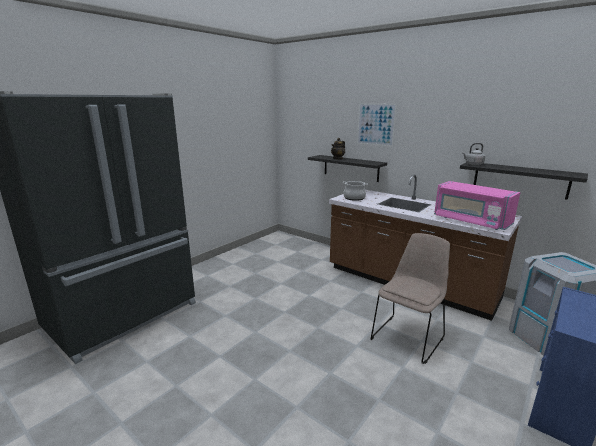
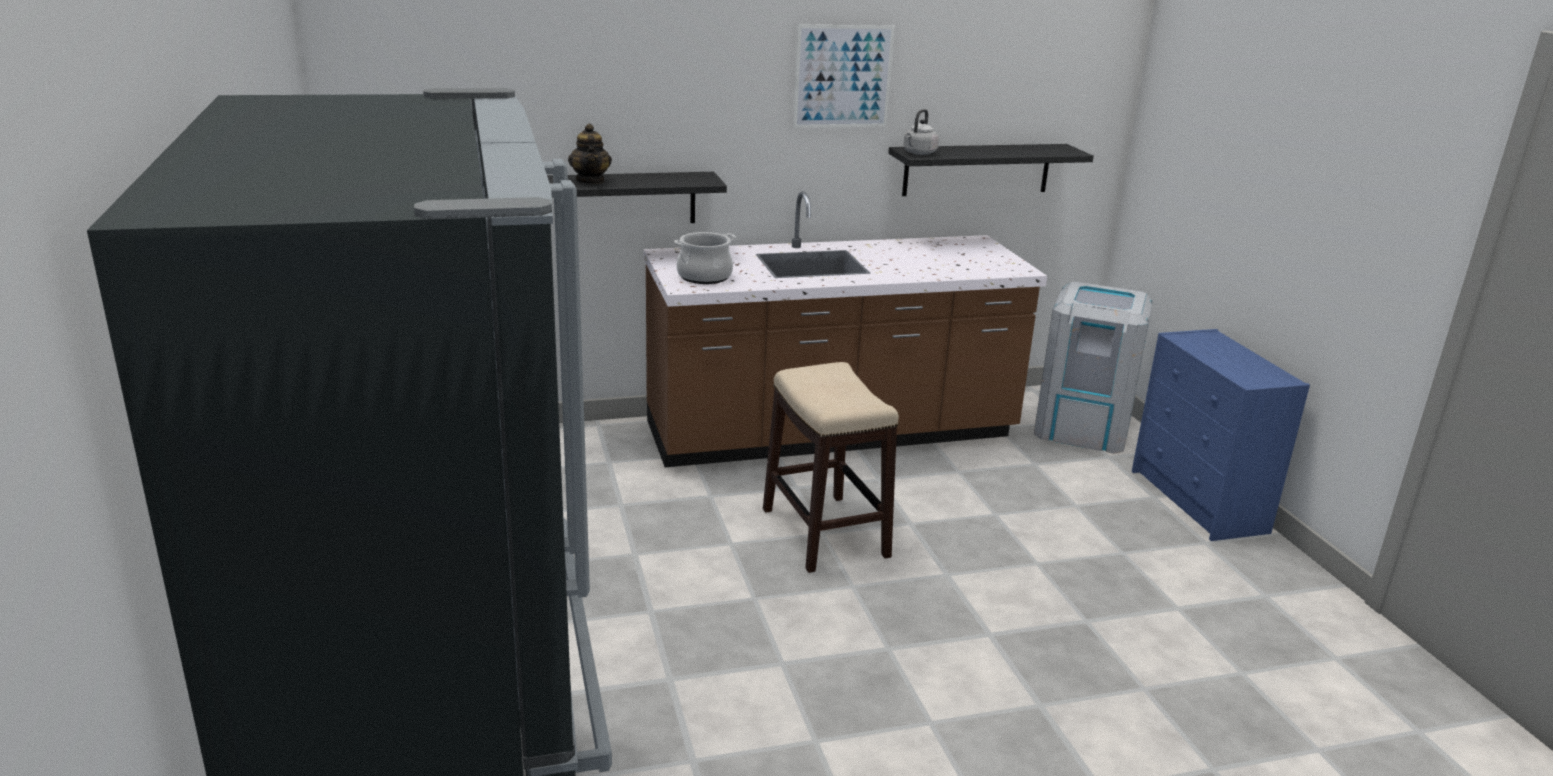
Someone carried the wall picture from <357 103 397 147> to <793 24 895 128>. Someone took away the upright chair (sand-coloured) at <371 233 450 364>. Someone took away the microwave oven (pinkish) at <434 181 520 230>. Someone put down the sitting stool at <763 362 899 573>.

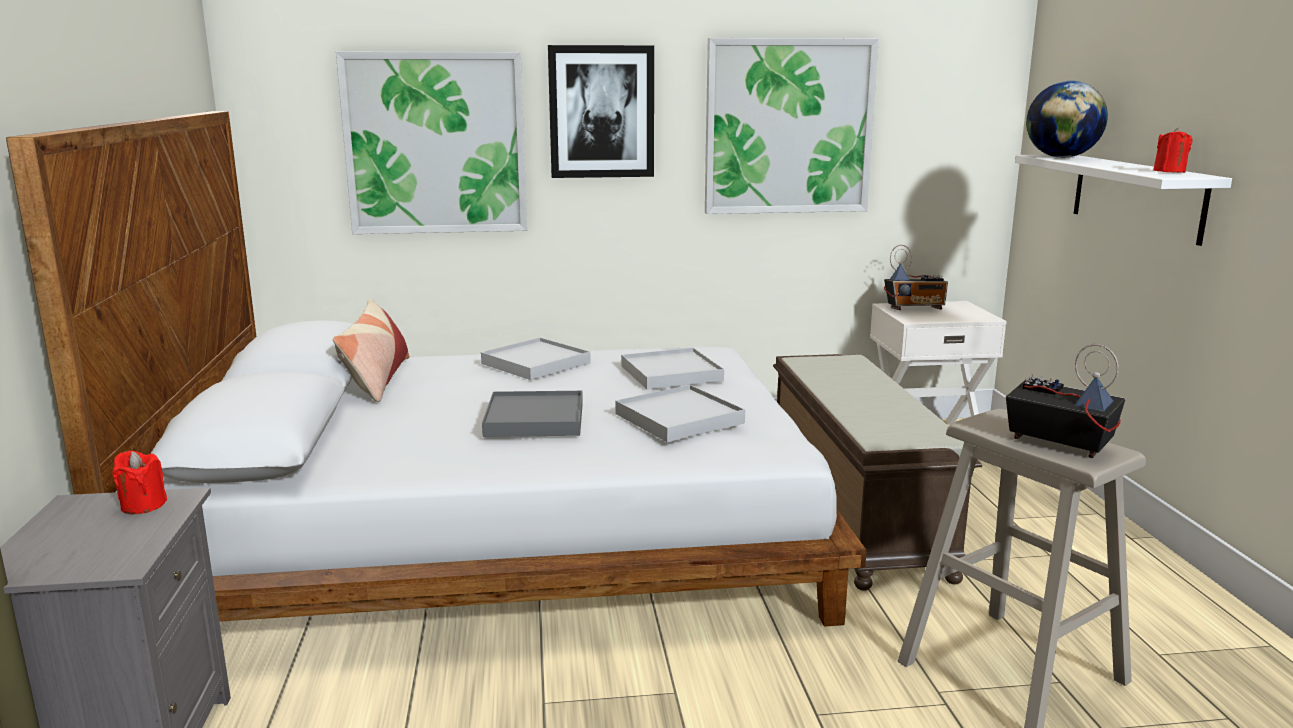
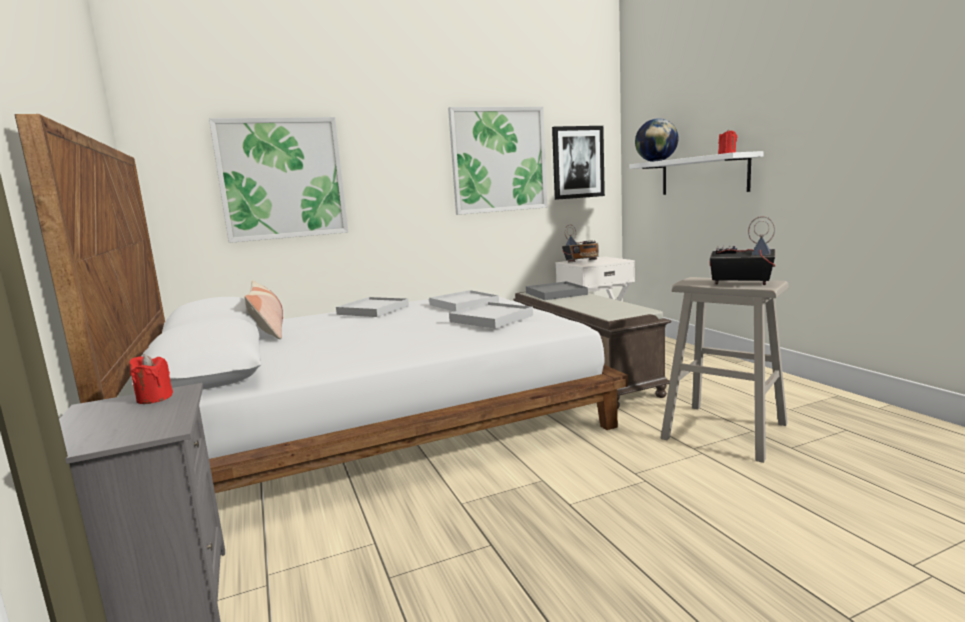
Someone carried the serving tray (gray) from <482 391 583 437> to <526 281 588 300>. Someone carried the wall picture from <548 45 654 178> to <552 126 605 200>.

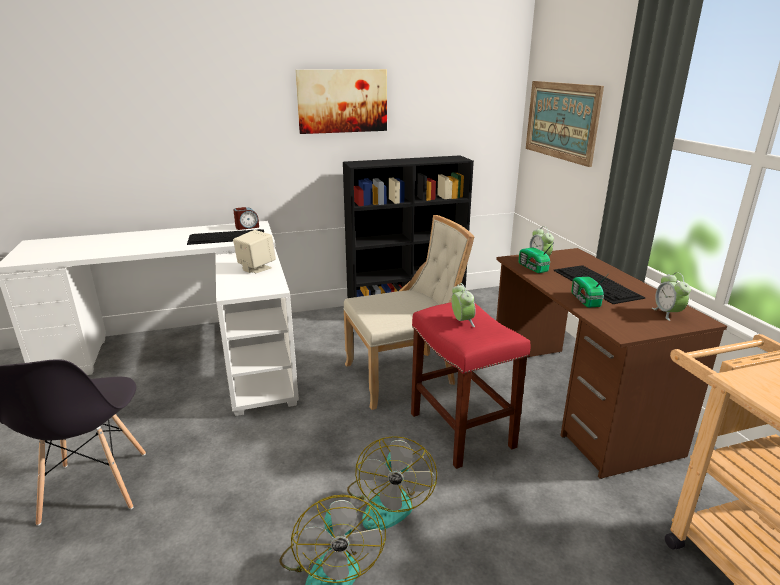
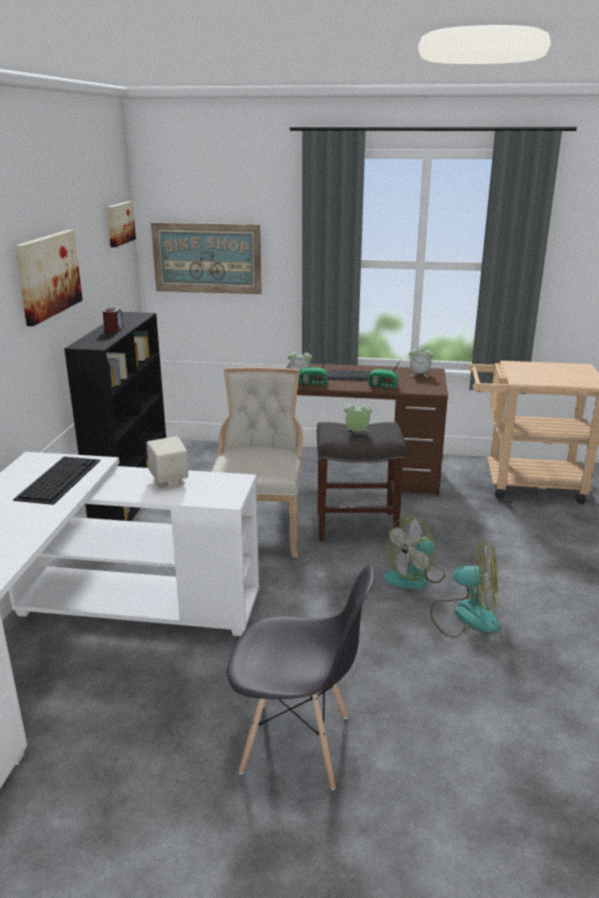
Someone carried the alarm clock from <233 207 259 230> to <103 308 124 333>. Someone rotated the fan at <347 436 437 530> by 120 degrees clockwise. Someone repainted the sitting stool (red-coloured) at <411 302 531 469>, which became the sitting stool (gray) at <317 422 406 541>. Someone put up the wall picture at <106 201 136 247>.

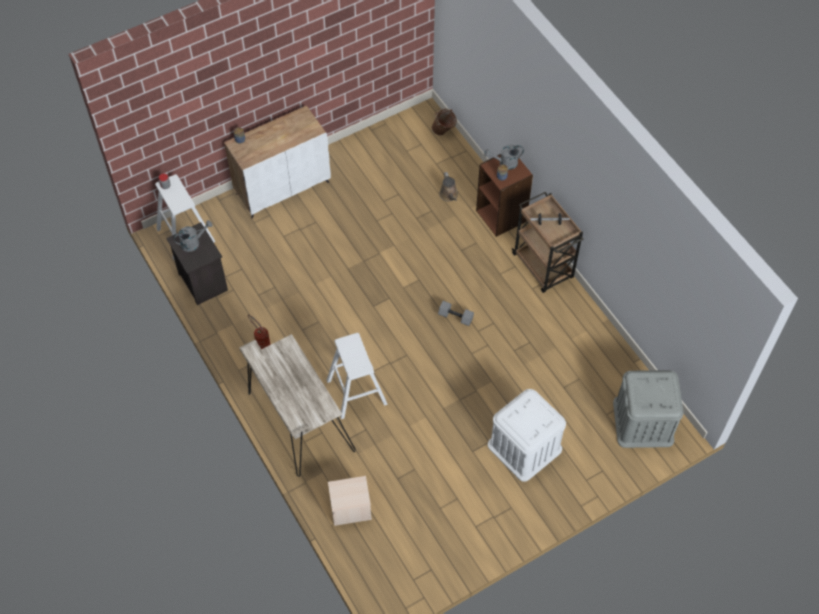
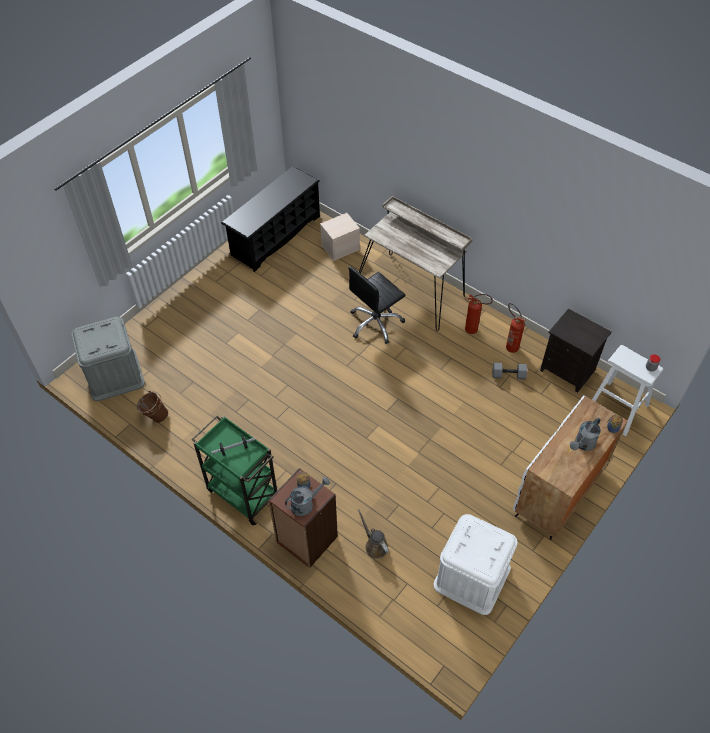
Someone carried the watering pot (gray) from <174 220 213 252> to <570 417 601 451>. Someone swapped the sitting stool (white-coloured) at <327 333 388 419> for the office chair (blackish) at <348 266 405 344>. Someone carried the bucket (brown-coloured) from <432 108 457 136> to <137 391 169 423>. Someone carried the hand weight (gray) from <438 301 474 326> to <492 363 527 380>. Someone carried the storage bin (white-coloured) from <488 389 566 482> to <433 514 518 615>. Someone repainted the trolley (brown-coloured) at <512 191 584 293>, which became the trolley (green-coloured) at <191 415 277 526>. Someone put down the shoe stand (blackish) at <221 166 320 272>. Someone put down the extinguisher at <506 303 526 353>.

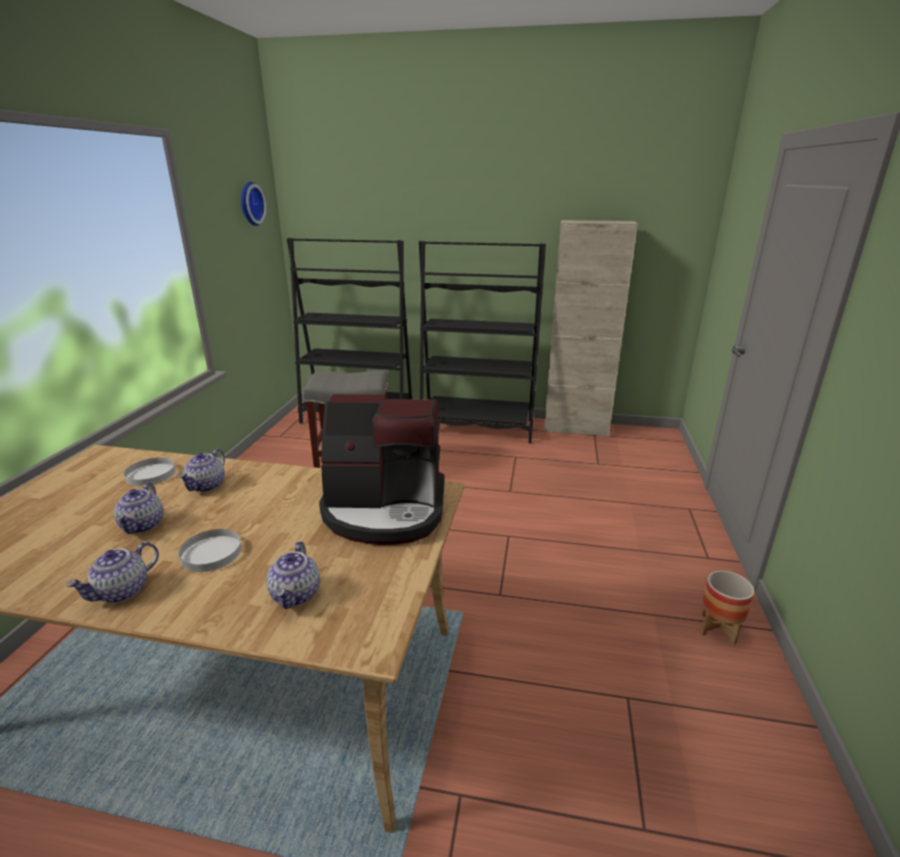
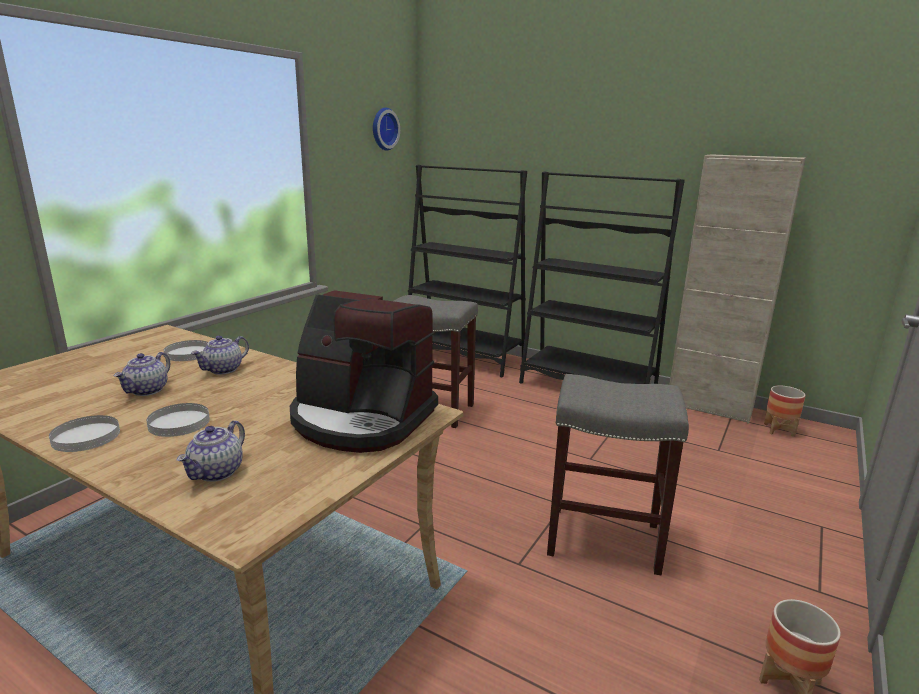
Someone swapped the tea pot at <66 542 159 603> for the plate (white-coloured) at <49 415 120 452>. Someone put down the sitting stool (gray) at <547 374 689 575>. Someone put down the flower pot at <764 385 806 437>.

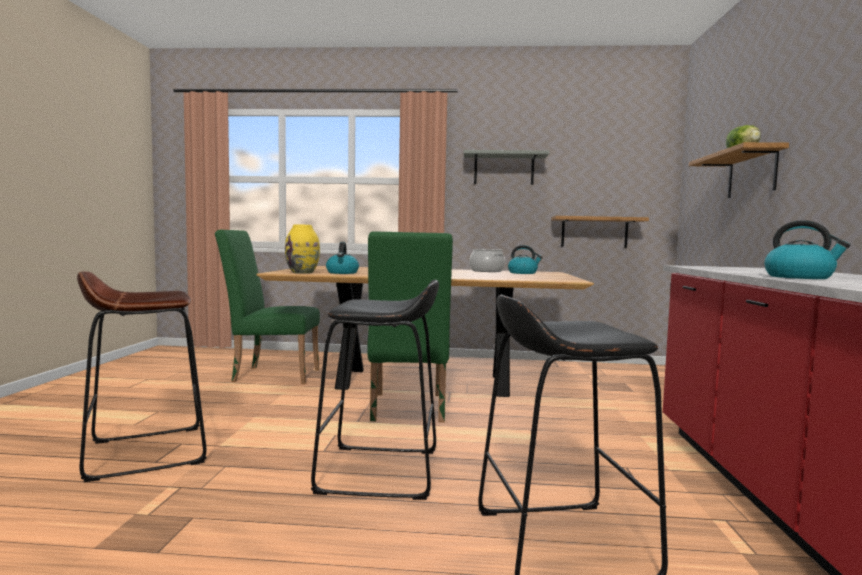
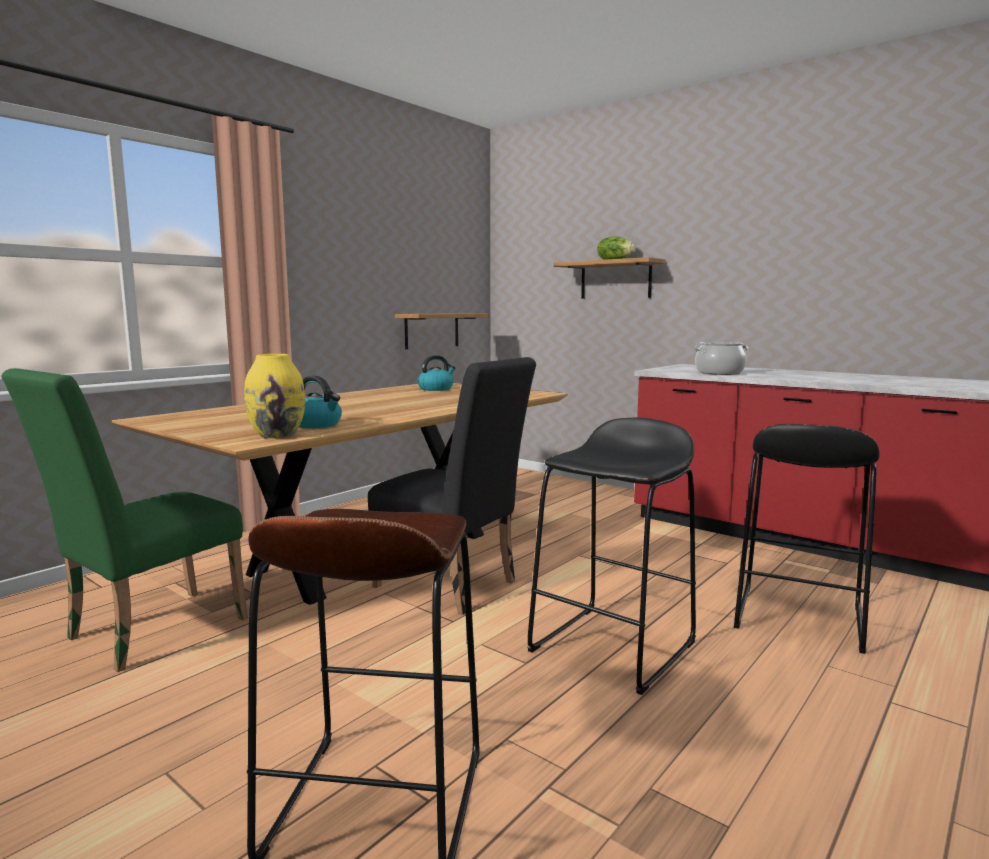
Someone repainted the upright chair (green-coloured) at <368 232 453 422>, which became the upright chair (blackish) at <368 357 536 615>. Someone took away the shelf (gray) at <463 150 550 185>. Someone carried the saucepot from <469 249 505 272> to <694 342 749 375>. Someone took away the water kettle at <764 220 850 279>.

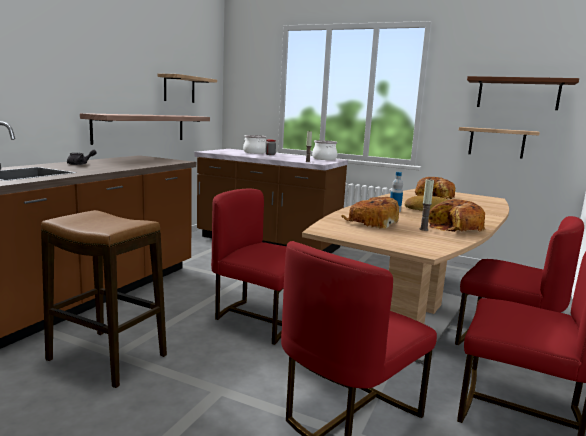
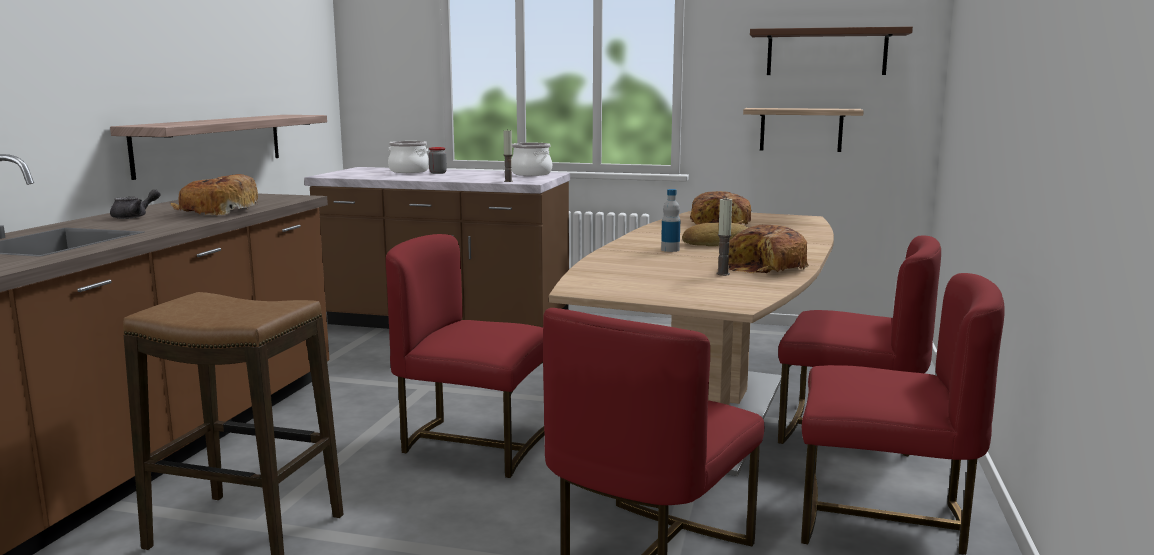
Someone took away the shelf at <158 74 217 103>. Someone carried the bread from <341 197 399 229> to <171 174 258 216>.

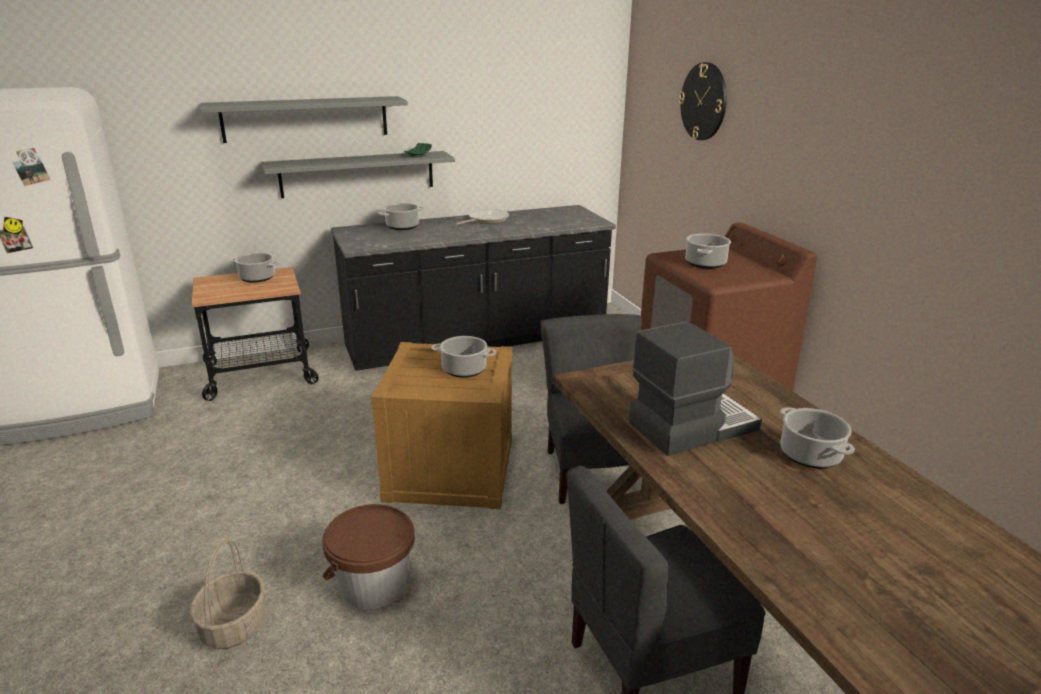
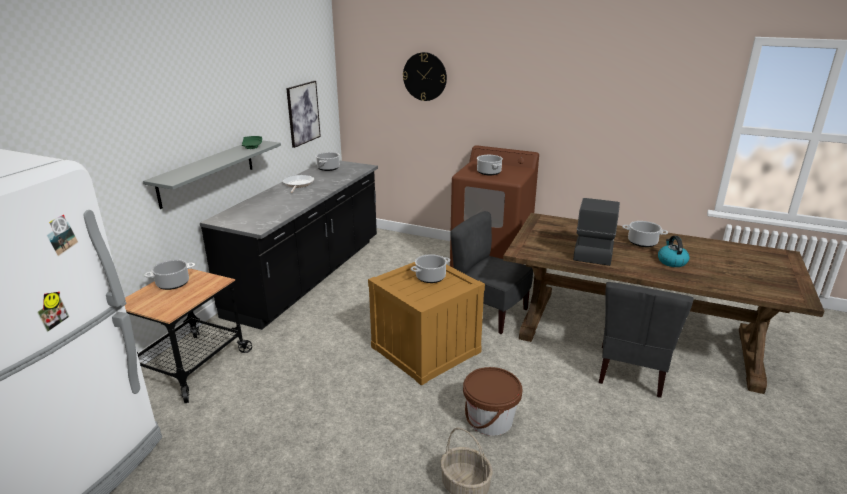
Someone took away the shelf (gray) at <200 96 408 143>. Someone carried the saucepot from <378 203 425 230> to <316 152 340 171>. Someone put up the wall picture at <286 81 321 148>. Someone put down the water kettle at <658 236 689 267>.

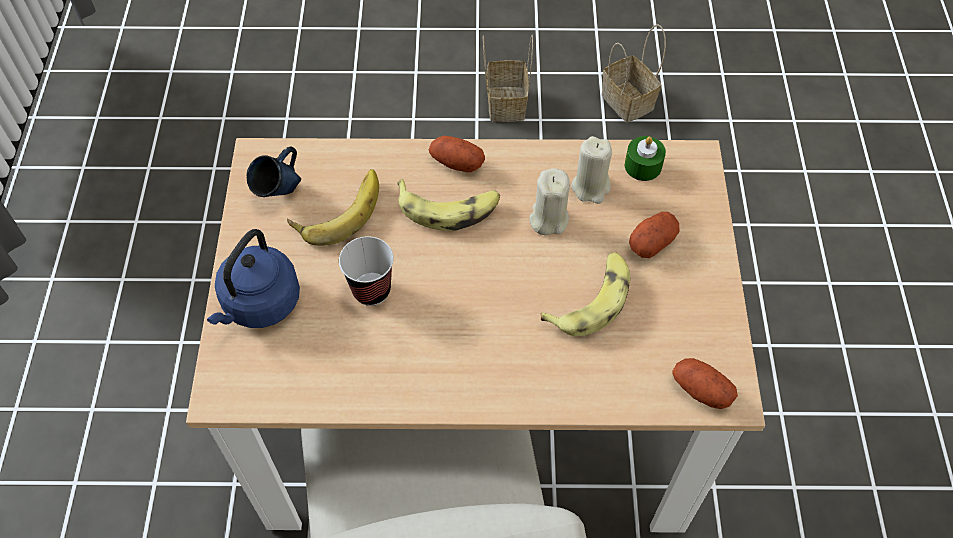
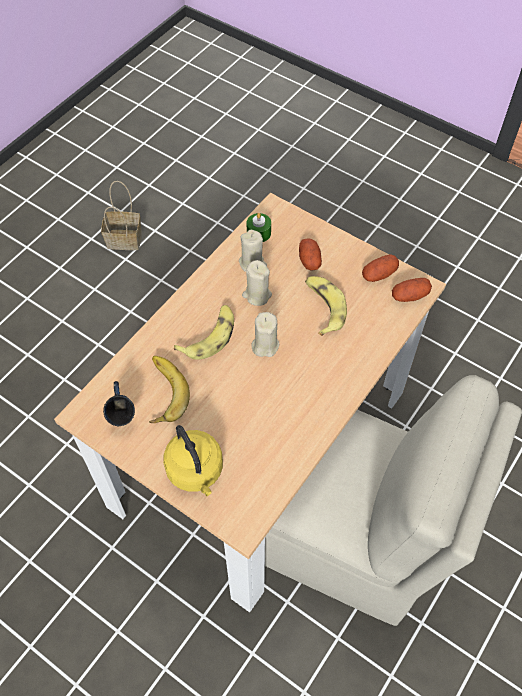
Someone repainted the water kettle (bluish) at <207 229 300 328>, which became the water kettle (yellow-coloured) at <163 425 223 496>. Someone took away the cup at <339 236 394 306>. Someone carried the spud from <429 136 485 172> to <362 254 399 282>. Someone took away the basket at <483 35 533 122>. Someone put down the wax light (sand-coloured) at <252 312 279 357>.

